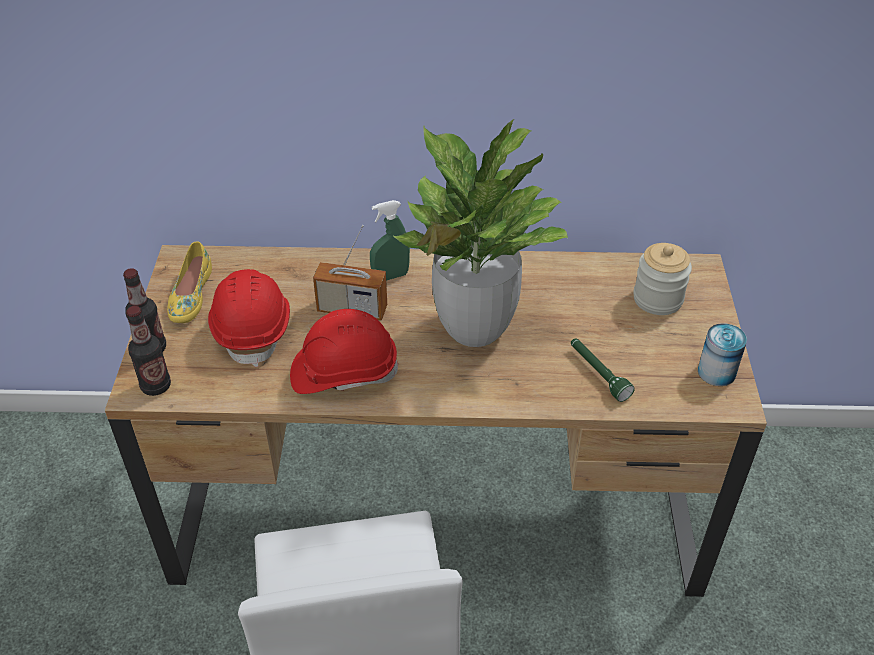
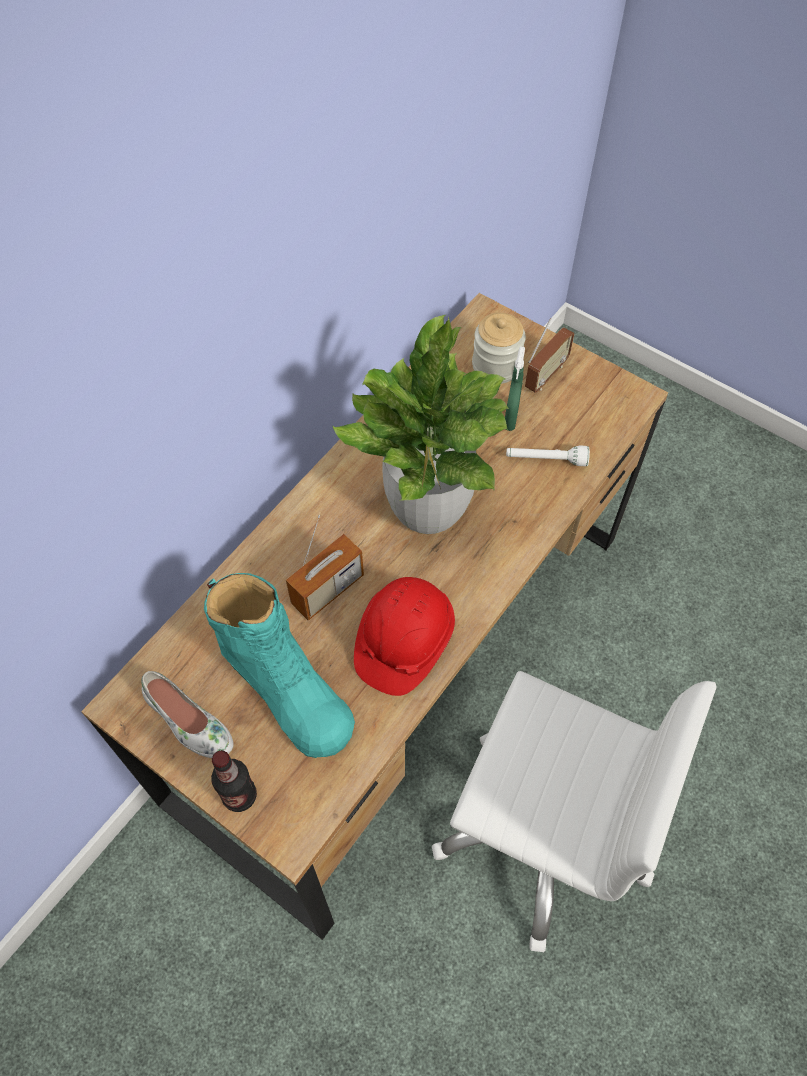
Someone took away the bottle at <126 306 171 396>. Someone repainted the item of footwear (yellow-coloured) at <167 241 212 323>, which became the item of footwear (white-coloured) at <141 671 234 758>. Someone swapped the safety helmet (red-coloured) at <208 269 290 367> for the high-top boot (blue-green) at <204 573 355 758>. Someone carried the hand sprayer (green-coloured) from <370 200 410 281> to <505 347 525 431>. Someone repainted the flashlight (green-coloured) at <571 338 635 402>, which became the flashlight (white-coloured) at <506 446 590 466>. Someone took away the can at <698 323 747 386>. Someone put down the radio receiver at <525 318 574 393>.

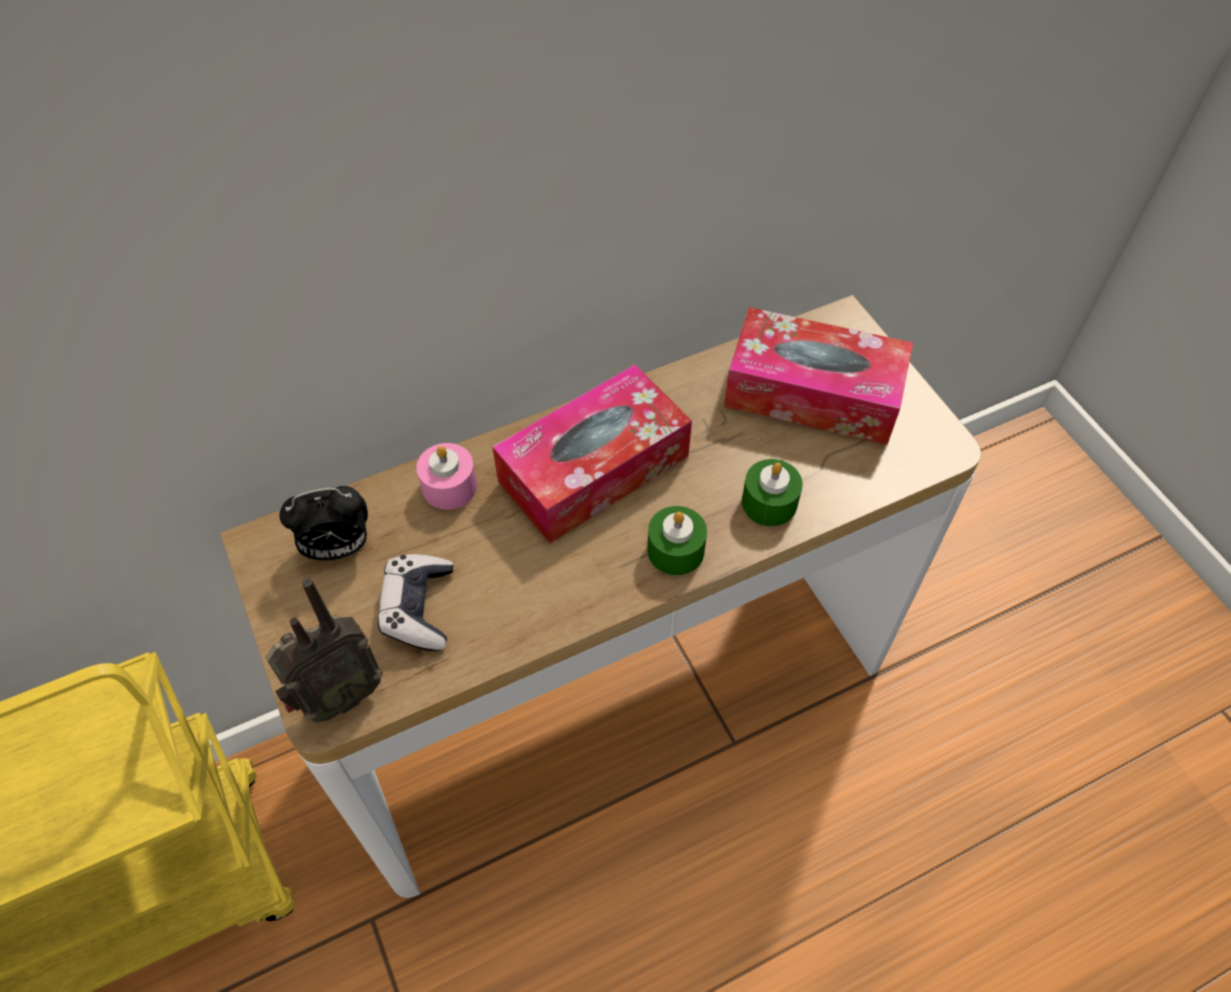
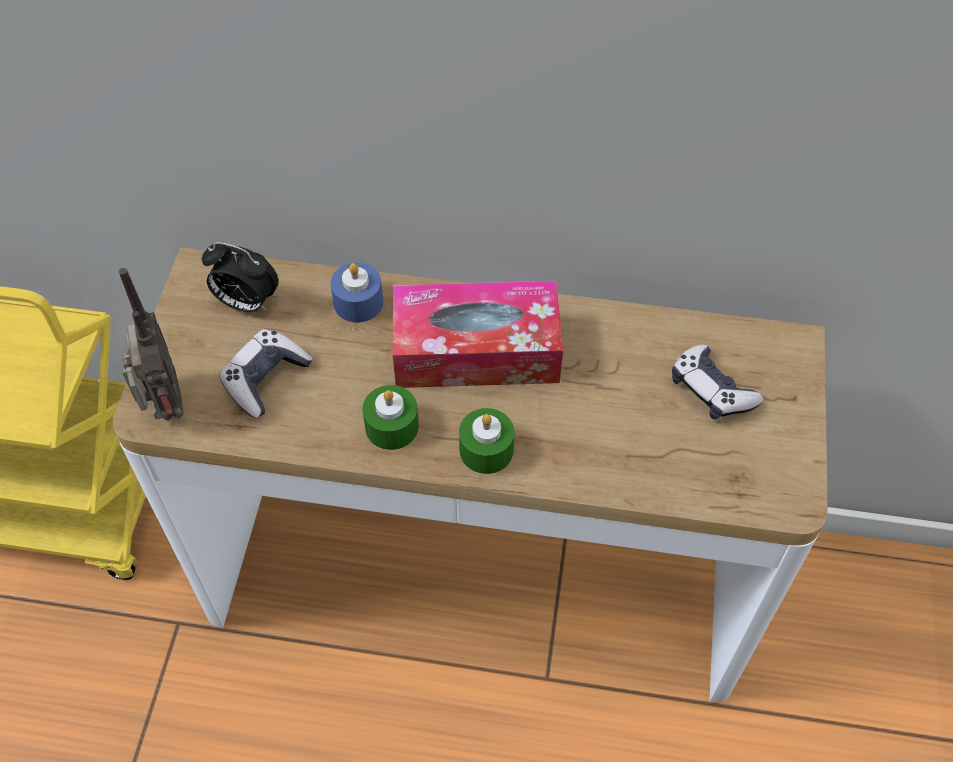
Someone rotated the radio receiver at <265 578 383 722> by 105 degrees counterclockwise. Someone repainted the wax light (pinkish) at <416 443 477 510>, which became the wax light (bluish) at <330 262 383 323>. Someone swapped the tissue box at <724 307 913 445> for the joypad at <672 345 763 420>. Someone carried the wax light (green-coloured) from <742 459 803 526> to <362 385 419 450>.

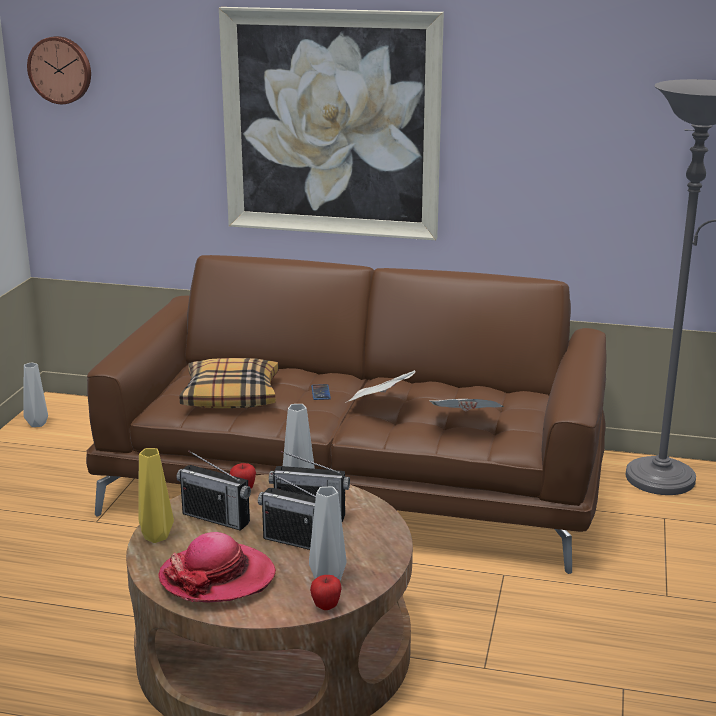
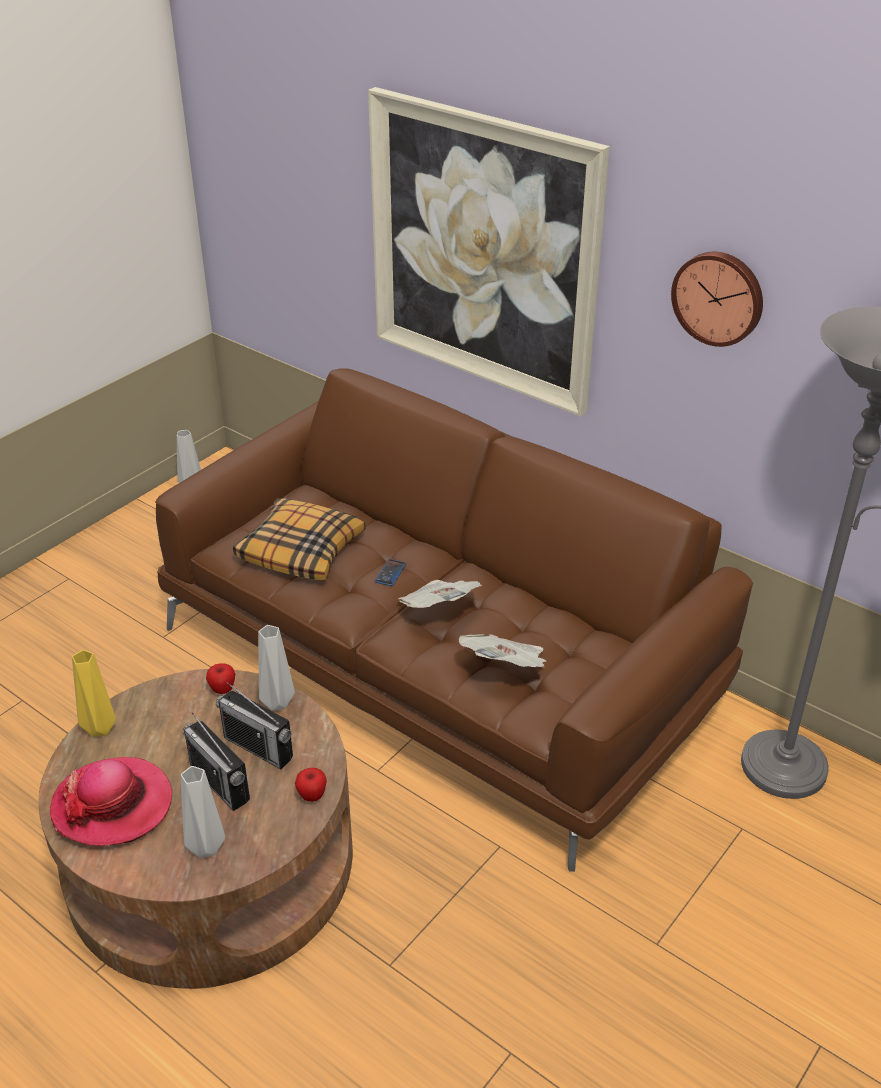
Someone carried the hanging clock from <27 36 91 104> to <671 252 763 347>. Someone took away the radio receiver at <176 450 251 531>. Someone carried the whole apple from <310 575 342 610> to <295 768 327 802>.

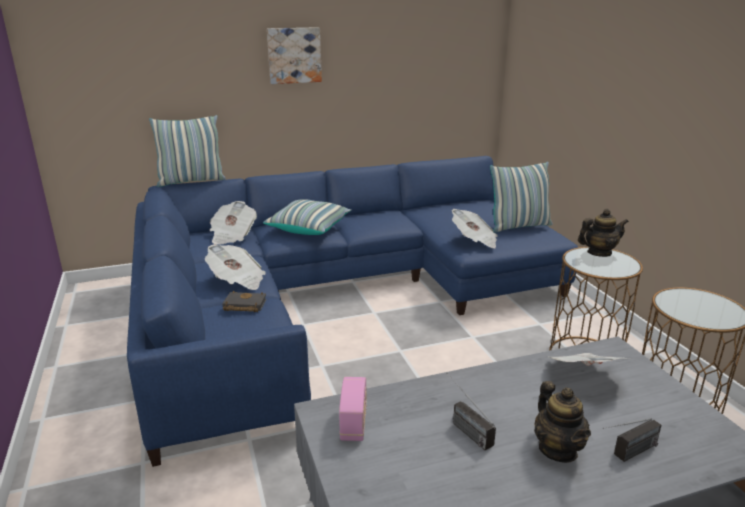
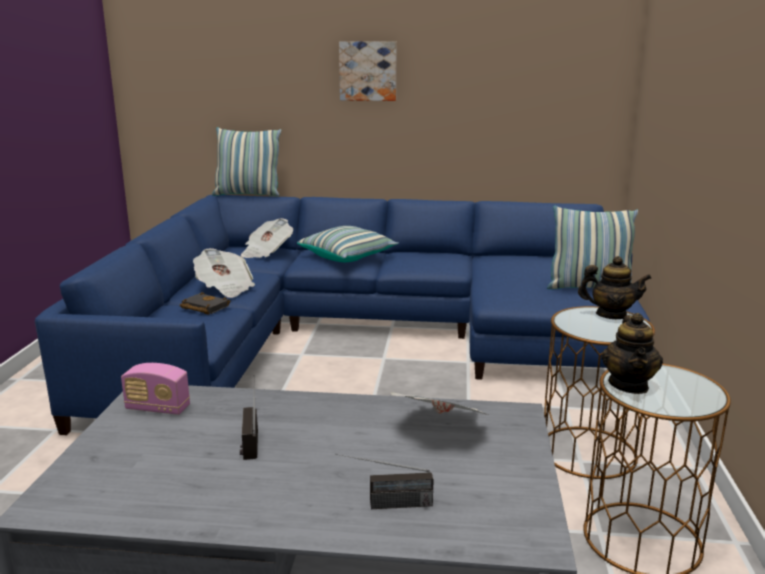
Someone rotated the radio receiver at <339 377 367 441> by 75 degrees clockwise. Someone took away the daily paper at <452 209 498 248>. Someone carried the tea pot from <534 381 591 463> to <601 313 663 394>.

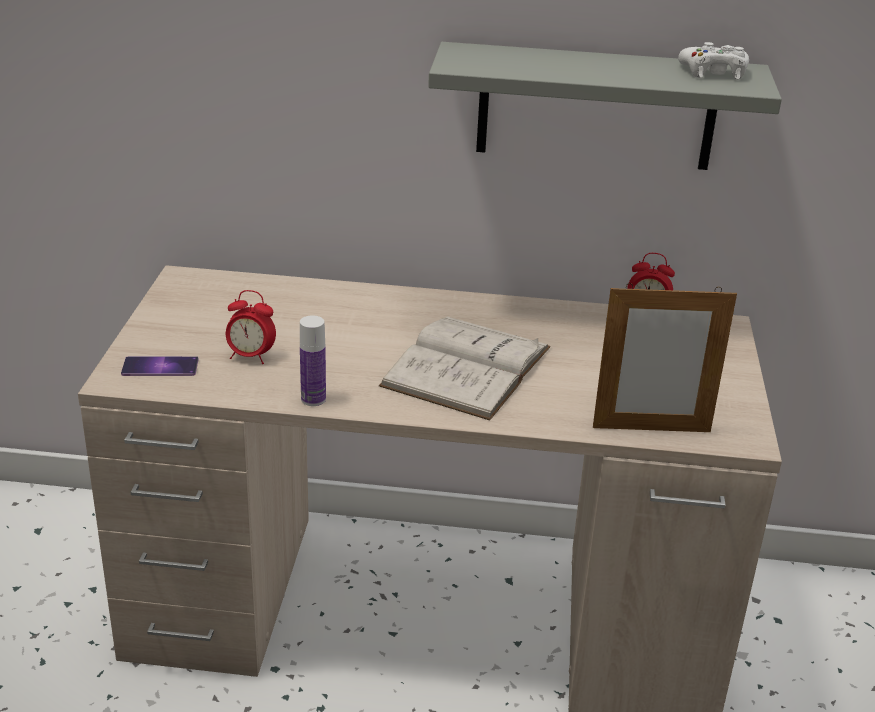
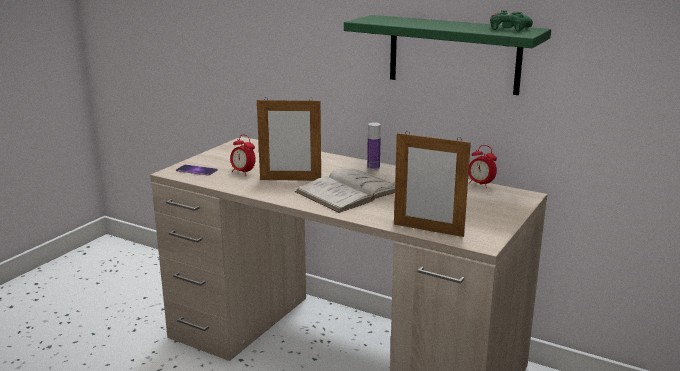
Someone carried the bottle from <300 315 326 406> to <367 122 381 170>. Someone repainted the shelf (gray) at <428 42 782 170>, which became the shelf (green-coloured) at <344 15 551 95>. Someone repainted the joypad (white-coloured) at <678 42 749 80>, which became the joypad (green-coloured) at <490 10 533 31>. Someone put down the photo frame at <257 97 321 181>.

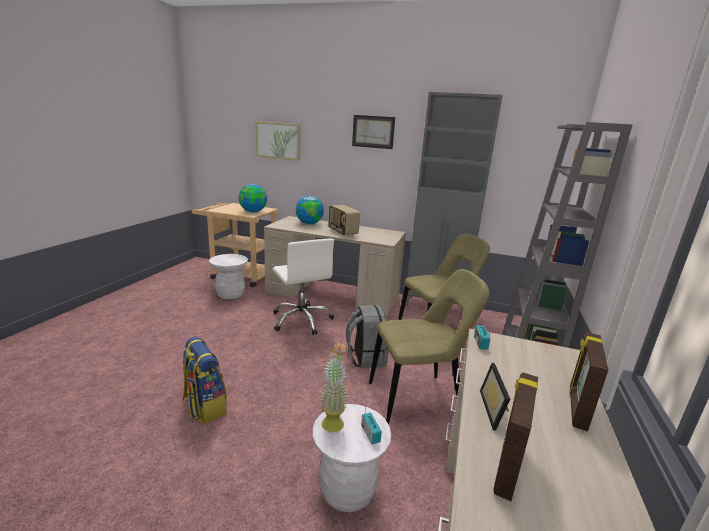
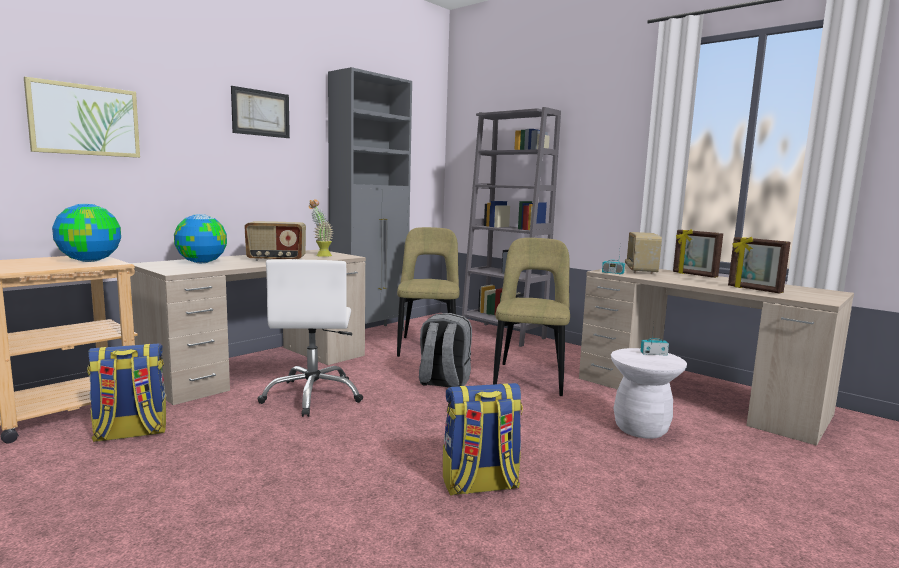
Someone swapped the sitting stool (white-coloured) at <209 254 248 299> for the knapsack at <87 343 166 442>. Someone rotated the office chair (white-coloured) at <273 239 334 335> by 90 degrees clockwise. Someone carried the houseplant from <320 342 348 432> to <309 199 333 257>. Someone took away the photo frame at <480 363 510 431>. Someone put down the radio receiver at <625 232 662 274>.

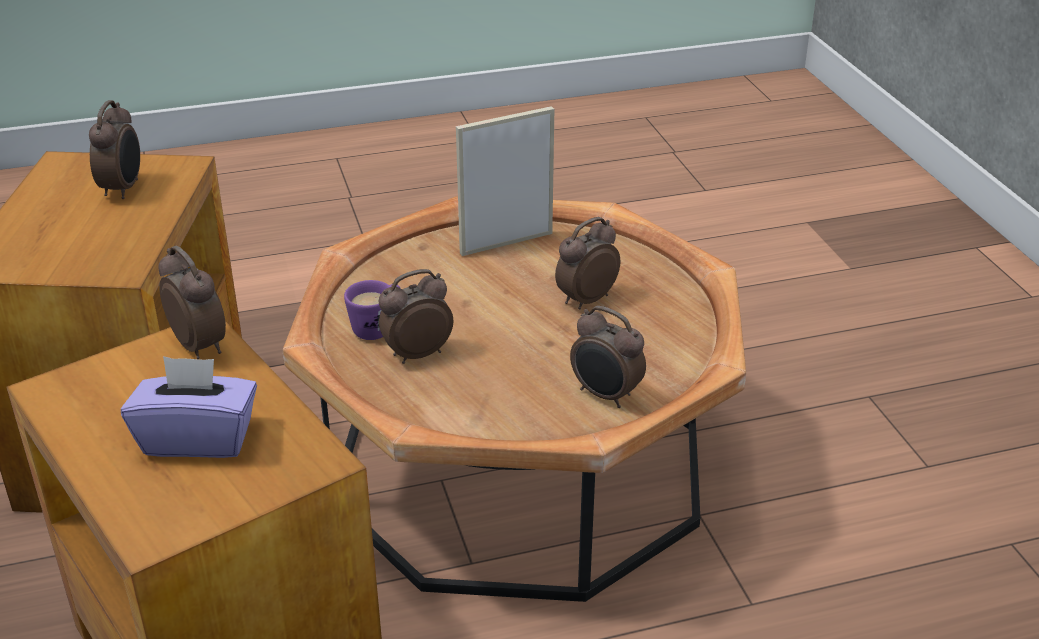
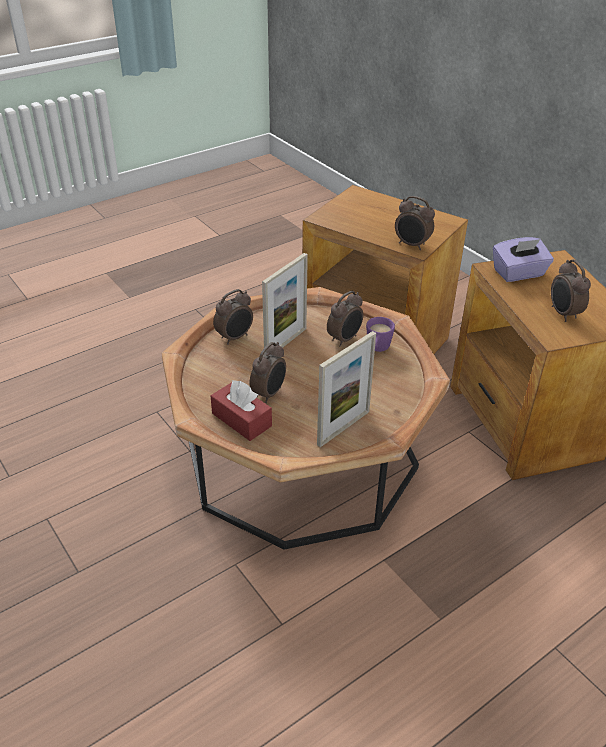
Someone carried the tissue box (purple) from <121 356 257 458> to <493 237 554 282>. Someone rotated the alarm clock at <570 306 646 408> by 120 degrees clockwise. Someone put down the tissue box (red-coloured) at <211 380 272 441>. Someone put down the photo frame at <262 253 308 353>.

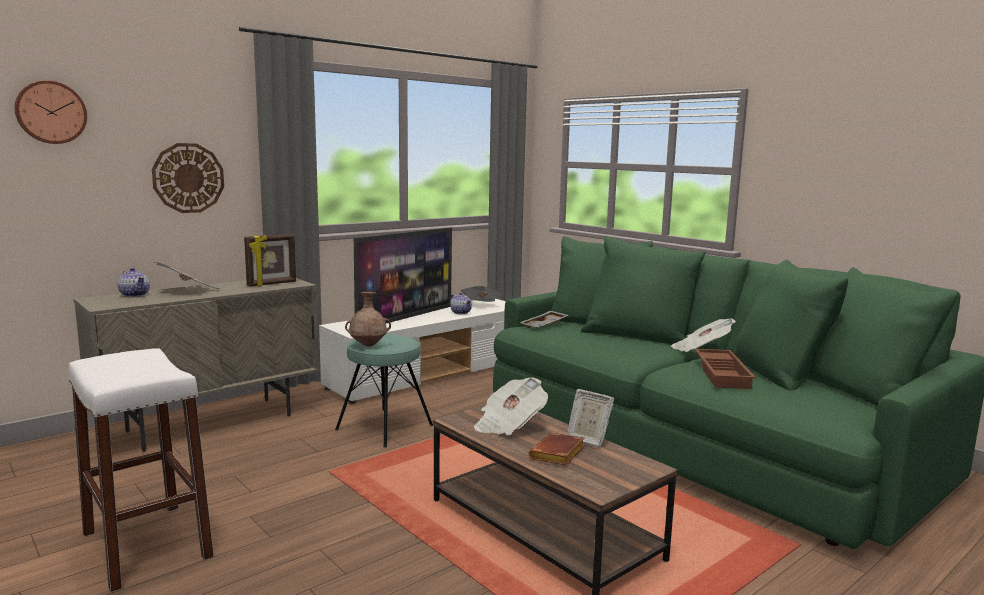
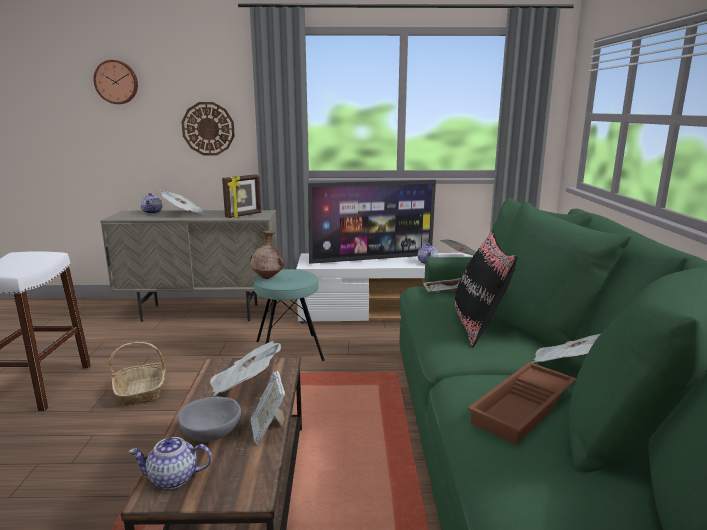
Someone rotated the photo frame at <244 234 296 286> by 45 degrees counterclockwise. Someone swapped the book (brown-coloured) at <529 432 585 465> for the deep dish (gray) at <178 397 241 442>. Someone put down the basket at <108 342 166 406>. Someone put down the tea pot at <129 437 212 489>. Someone put down the cushion (blackish) at <455 232 518 347>.

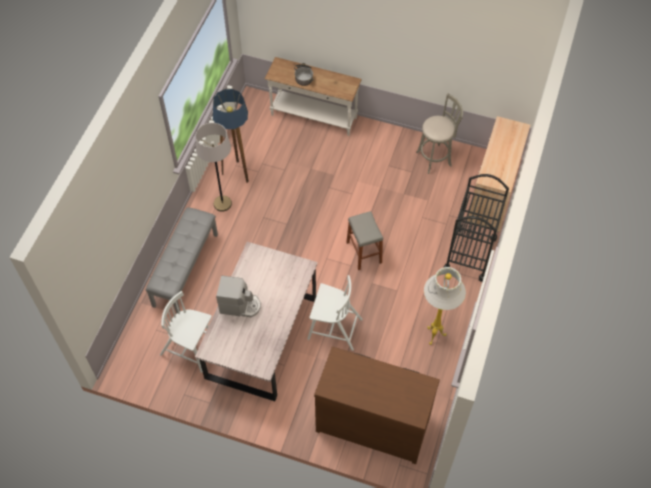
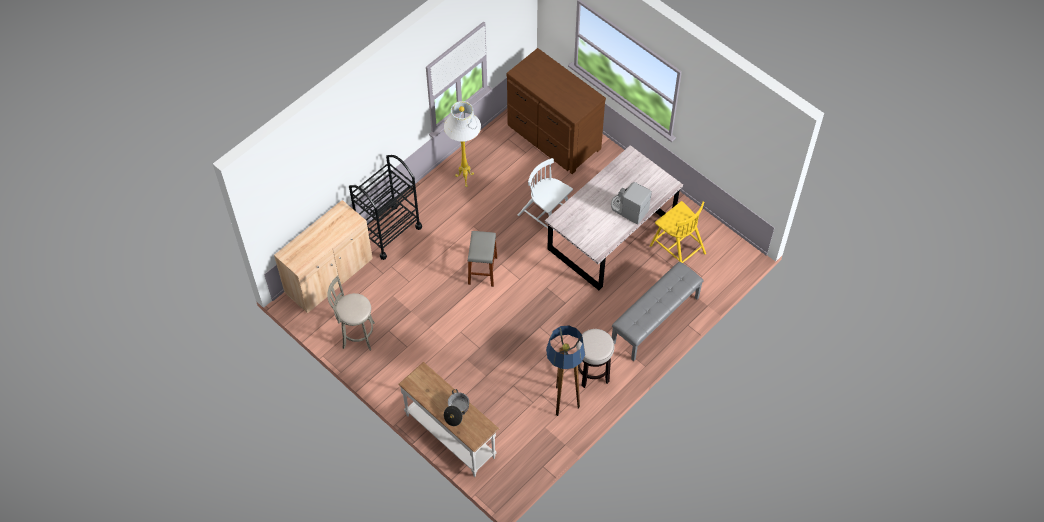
Someone repainted the upright chair (white-coloured) at <160 291 212 373>, which became the upright chair (yellow-coloured) at <650 201 706 263>. Someone swapped the standing lamp (gray) at <196 123 232 212> for the sitting stool at <576 329 614 388>.

